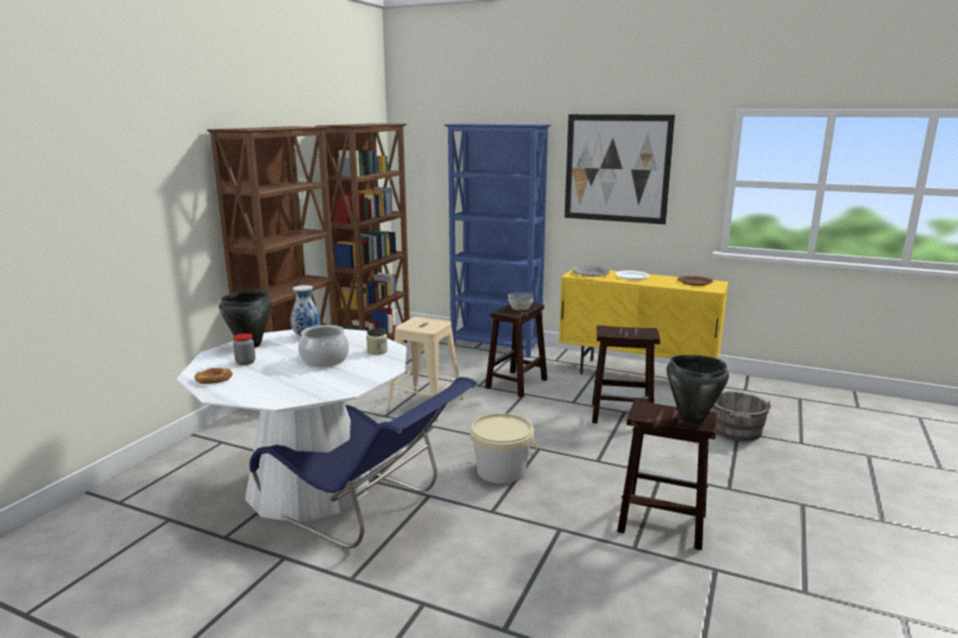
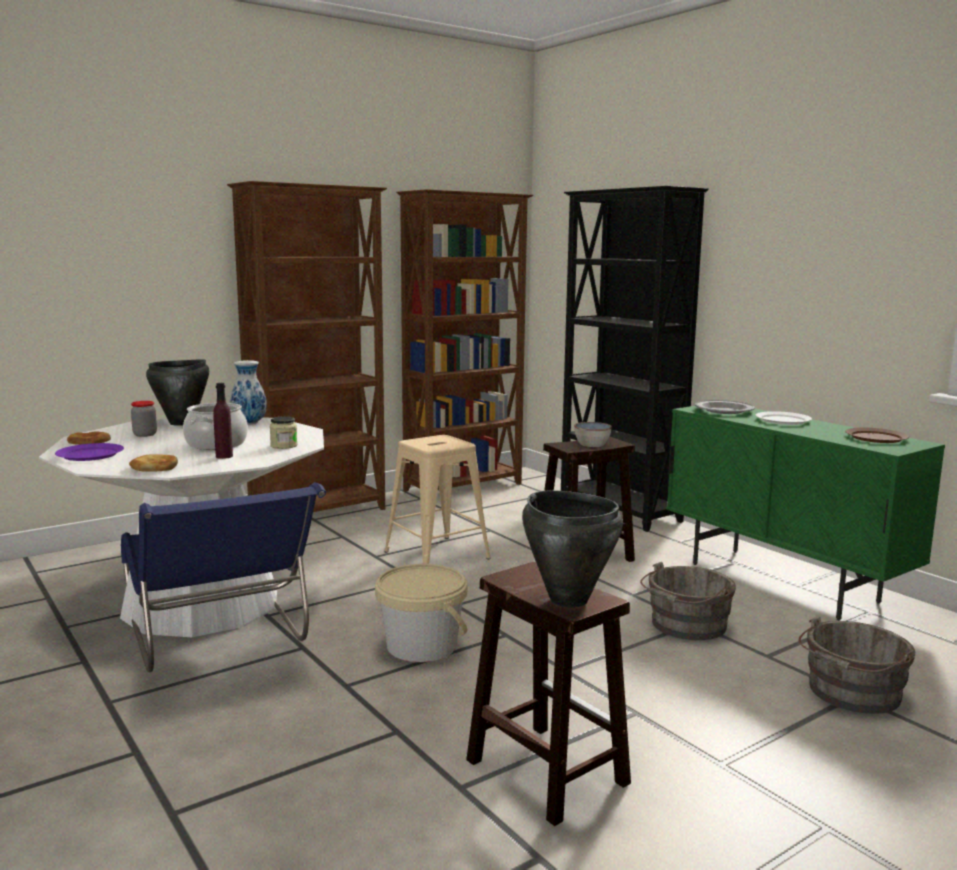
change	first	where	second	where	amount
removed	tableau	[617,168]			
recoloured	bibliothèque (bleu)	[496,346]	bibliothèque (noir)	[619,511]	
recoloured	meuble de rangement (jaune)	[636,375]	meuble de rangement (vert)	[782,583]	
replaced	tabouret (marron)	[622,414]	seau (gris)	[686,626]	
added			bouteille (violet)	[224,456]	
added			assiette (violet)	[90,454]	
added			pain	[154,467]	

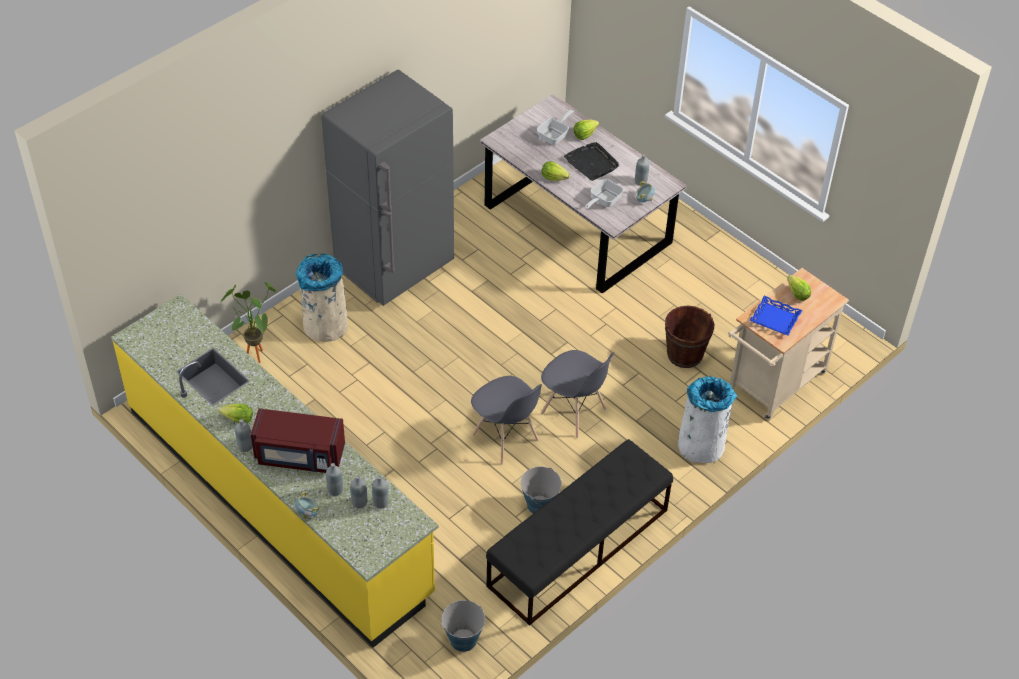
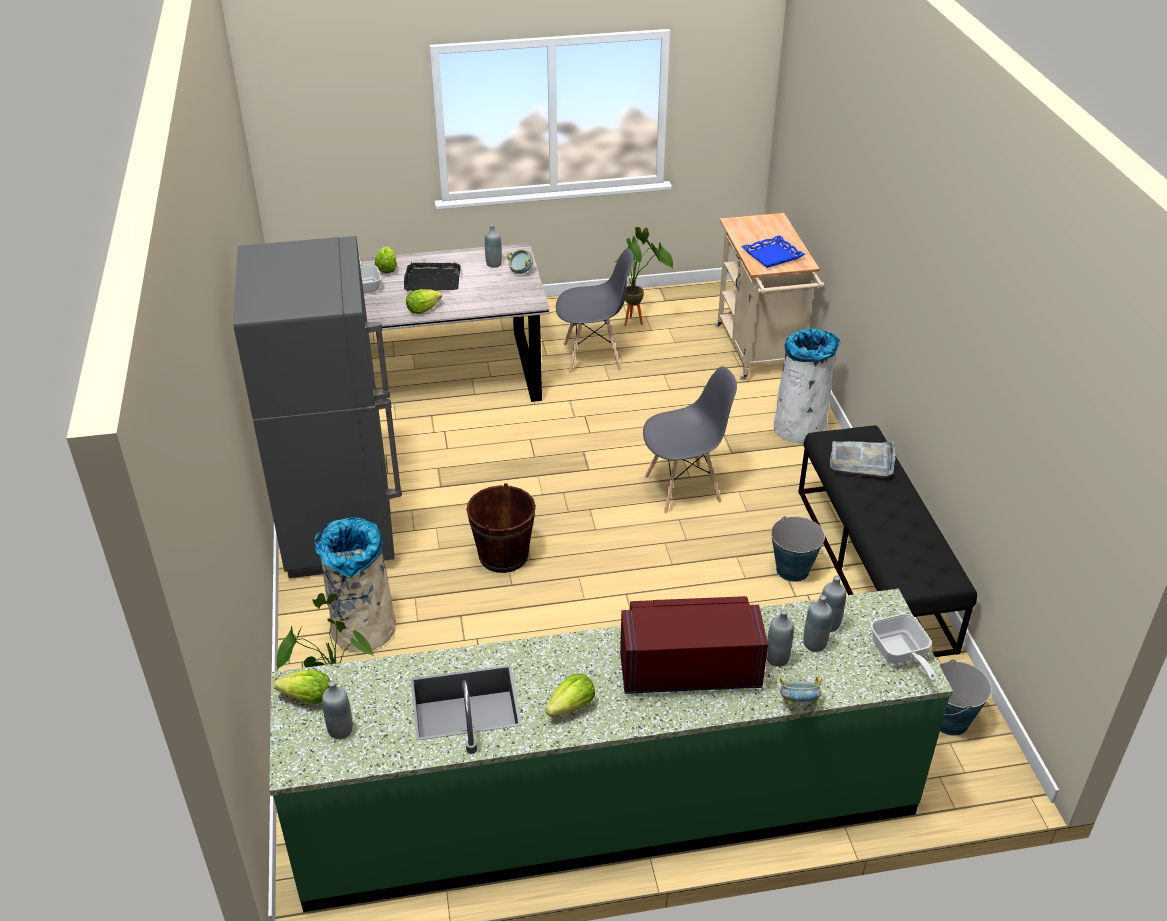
change	first	where	second	where	amount
moved	poêle	[603,201]		[900,656]	
moved	laitue	[797,294]		[308,698]	
recoloured	comptoir de cuisine (jaune)	[278,500]	comptoir de cuisine (vert)	[607,806]	
moved	seau (marron)	[685,354]		[503,555]	
moved	chaise (gris)	[505,438]		[592,357]	
turned	micro-ondes (rouge)	[299,455]		[689,669]	135 degrees counterclockwise
moved	bouteille (gris)	[245,446]		[340,730]	
added			plante en pot	[637,321]	
added			plateau (gris)	[862,460]	

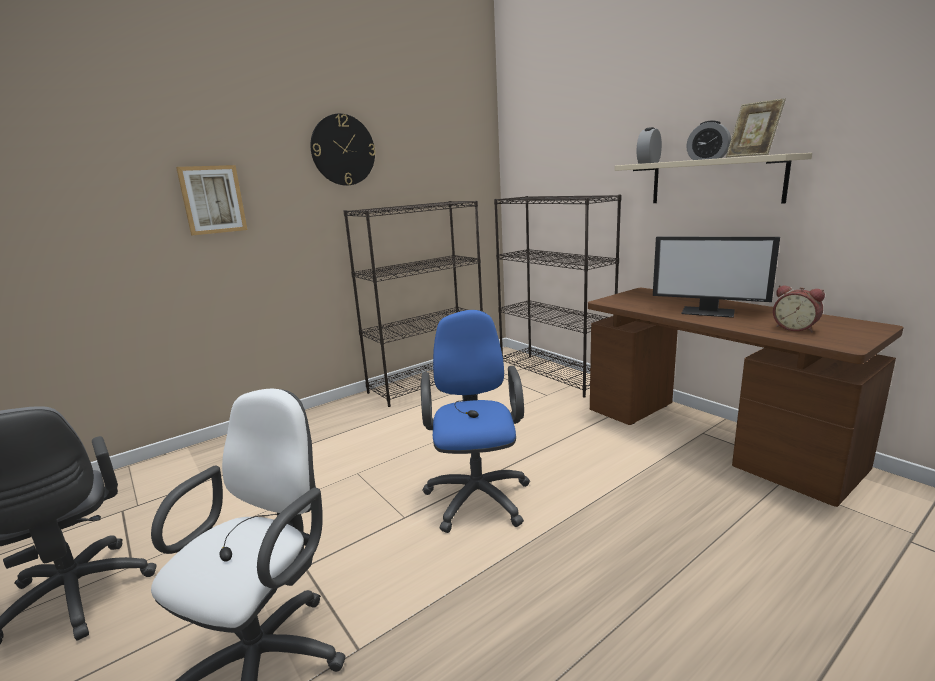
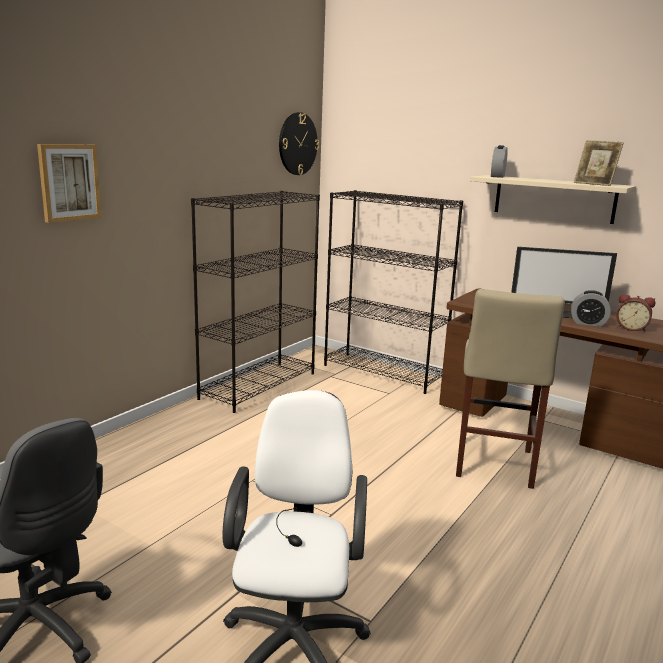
change	first	where	second	where	amount
moved	horloge murale	[343,150]		[297,144]	
moved	réveil	[707,159]		[588,323]	
removed	chaise de bureau (bleu)	[477,494]			
added			tabouret (beige)	[493,465]	

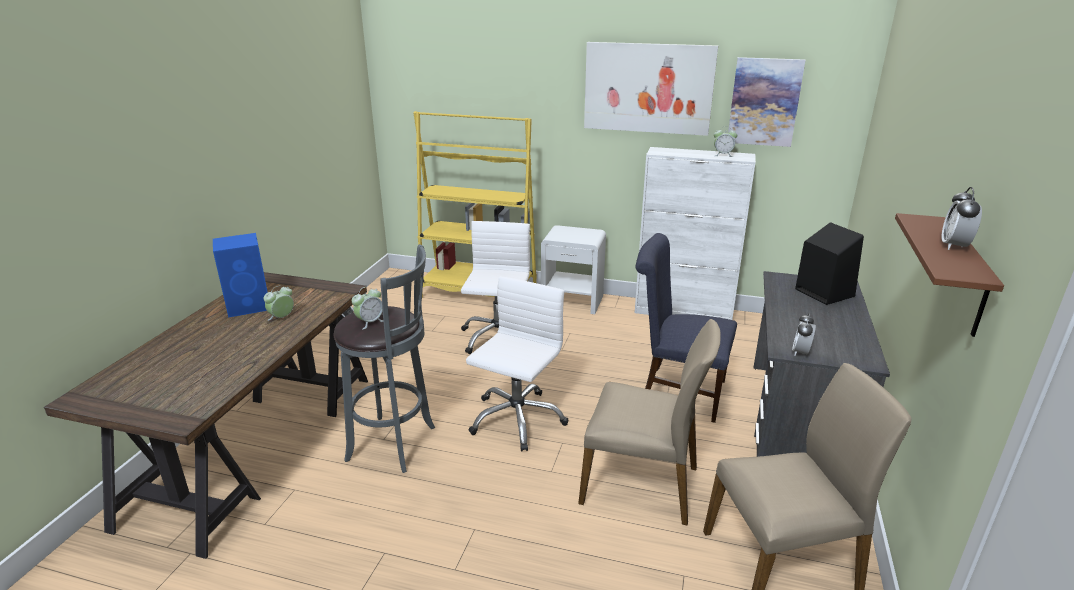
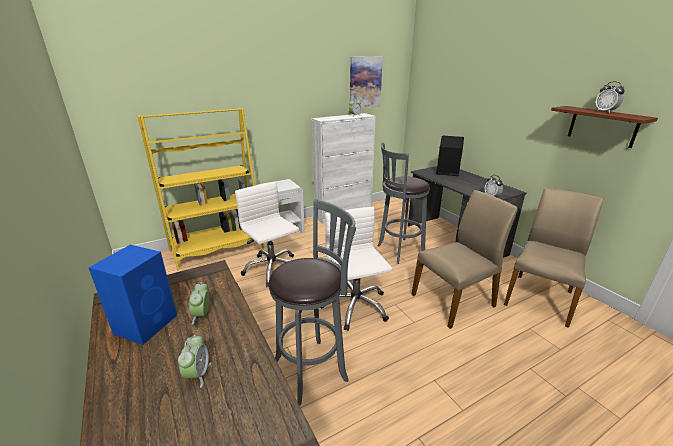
change	first	where	second	where	amount
removed	tableau	[648,88]			
replaced	chaise (bleu)	[676,392]	tabouret (gris)	[398,251]	
moved	réveil	[370,322]		[198,374]	

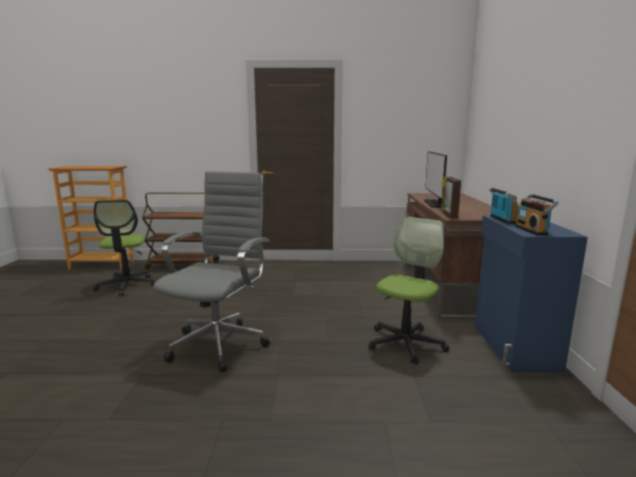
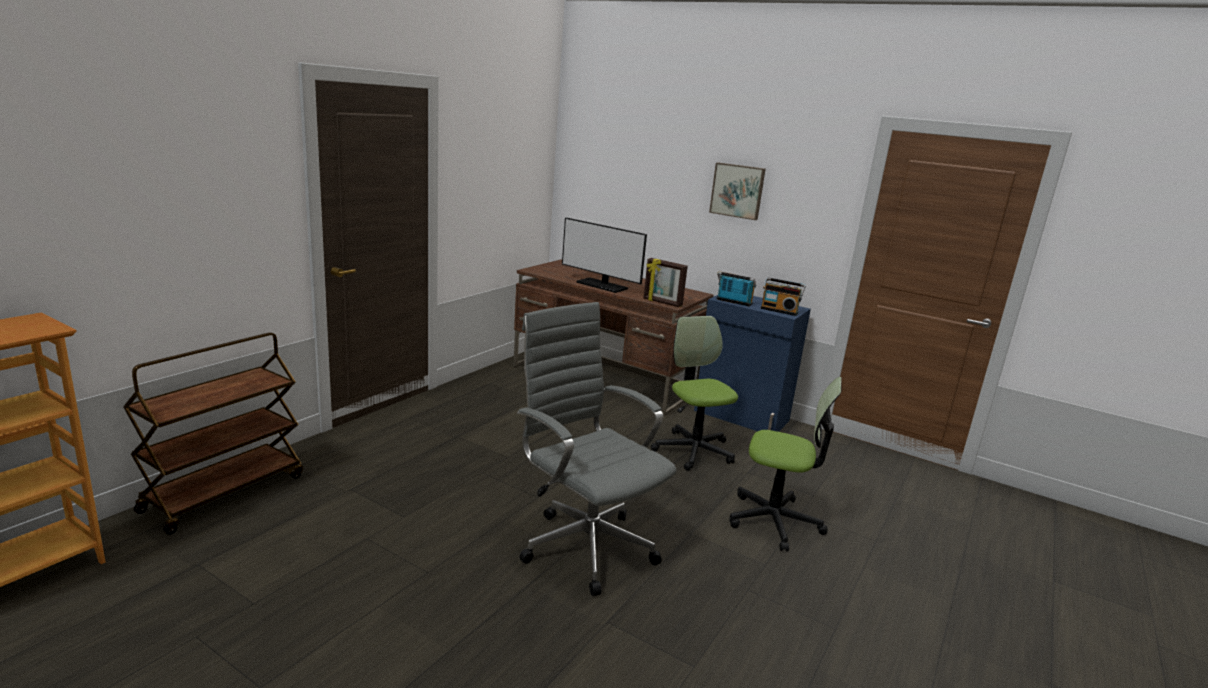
change	first	where	second	where	amount
moved	chaise de bureau	[127,285]		[774,521]	
added			tableau	[737,191]	

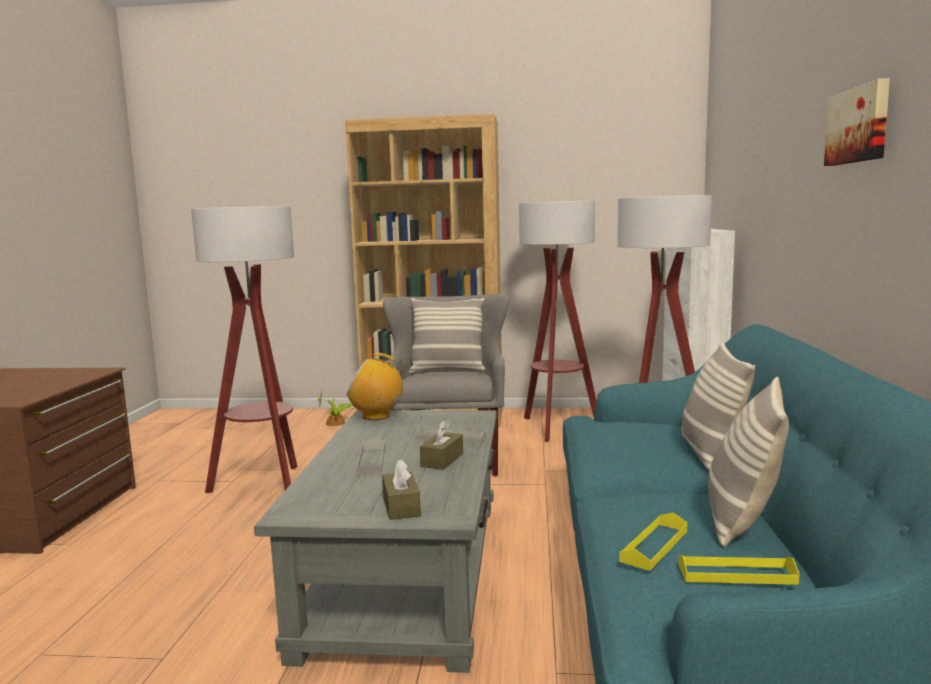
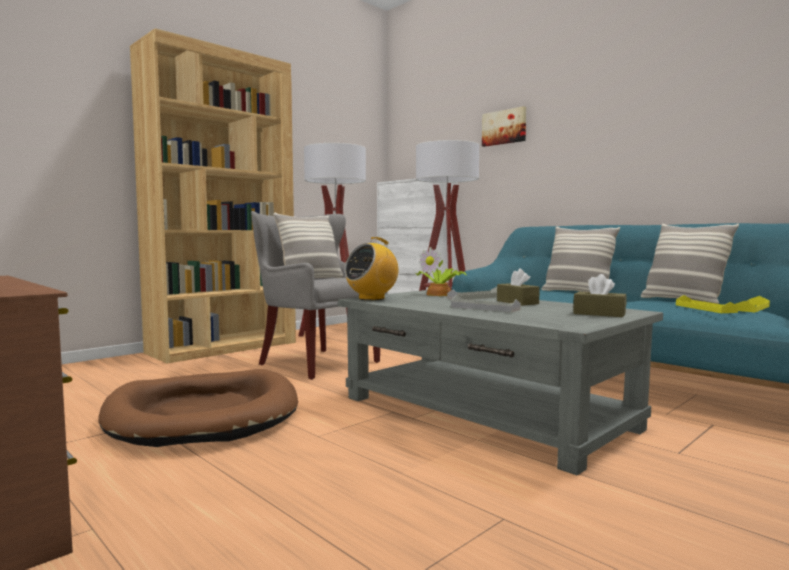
change	first	where	second	where	amount
moved	tableau	[859,125]		[504,127]	
replaced	lampadaire	[265,486]	panier pour chien (marron)	[203,415]	
moved	plante en pot	[336,423]		[440,294]	

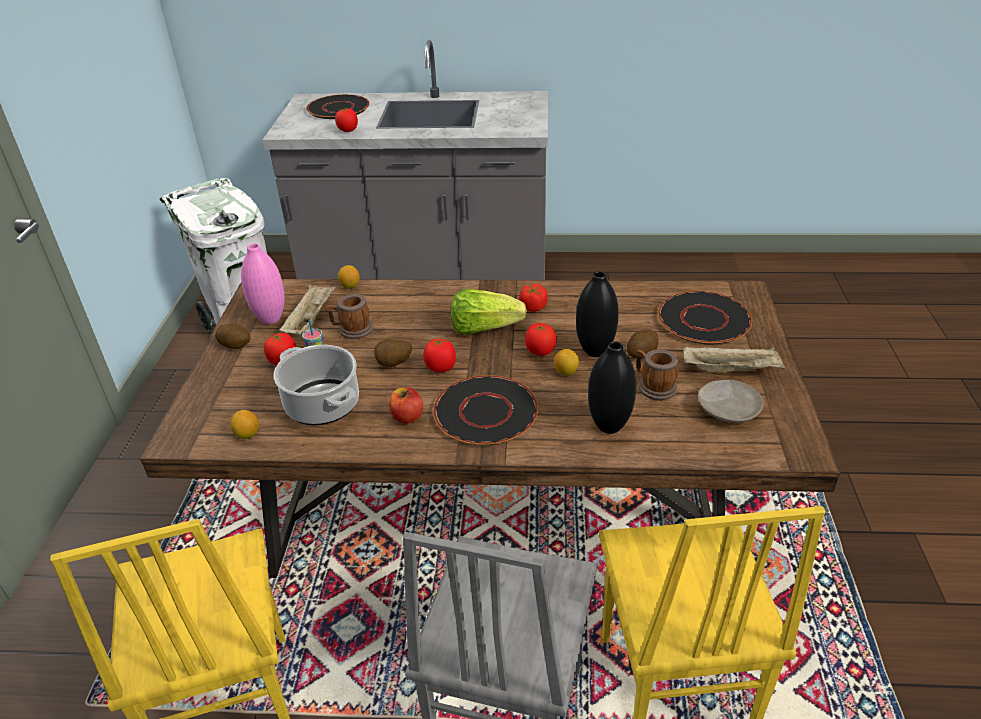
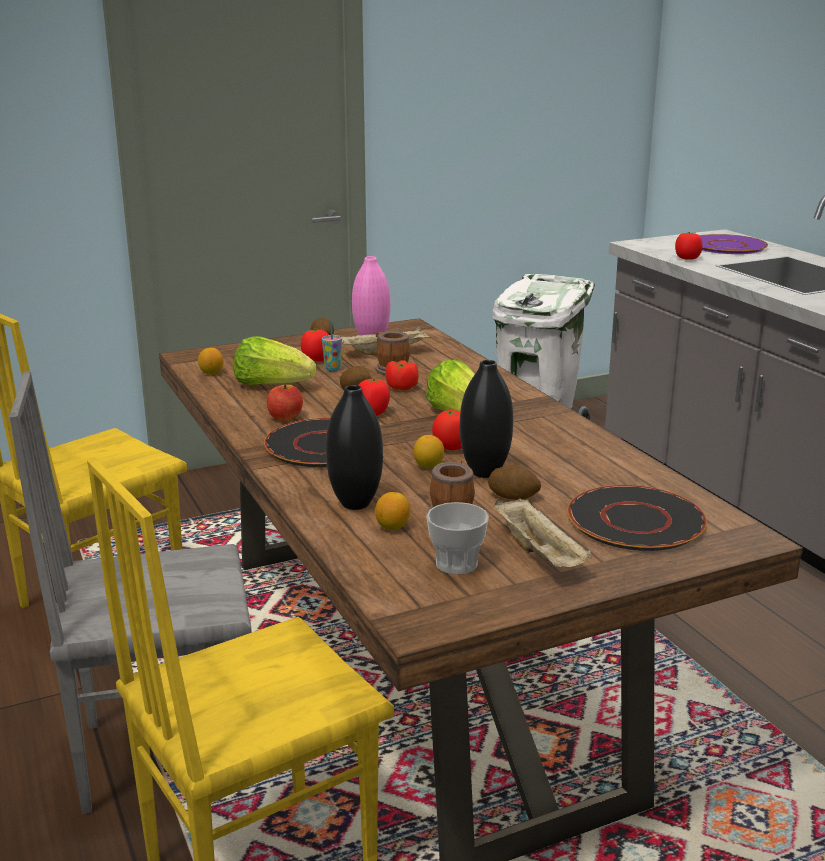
change	first	where	second	where	amount
recoloured	assiette (noir)	[338,108]	assiette (violet)	[727,246]	
moved	citron	[350,286]		[392,527]	
moved	tomate	[532,307]		[401,387]	
replaced	marmite	[321,404]	laitue	[272,385]	
replaced	assiette (beige)	[728,409]	tasse	[456,564]	

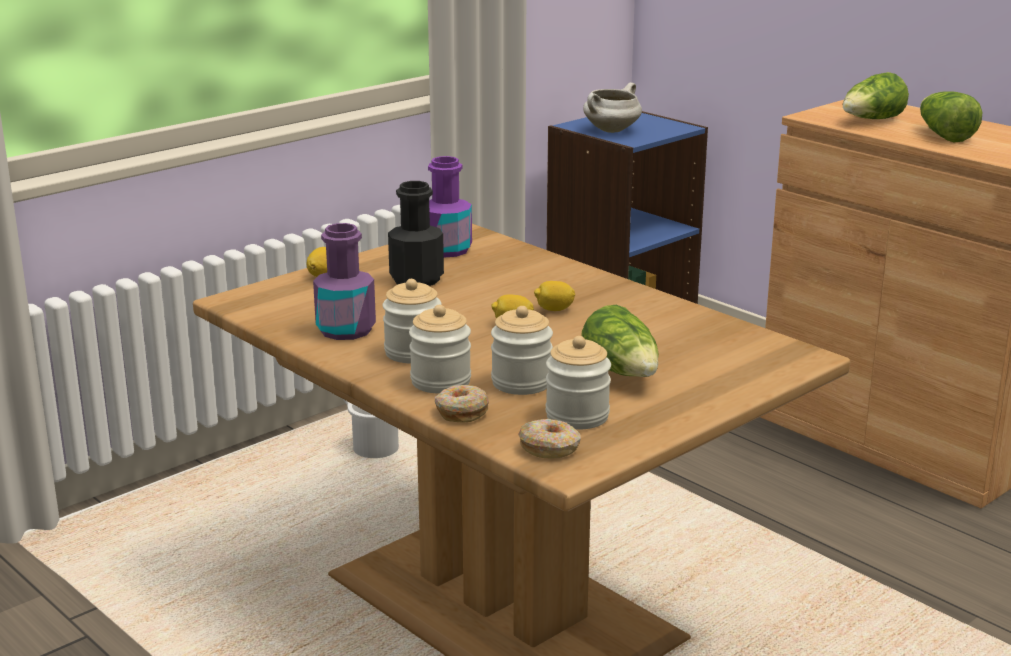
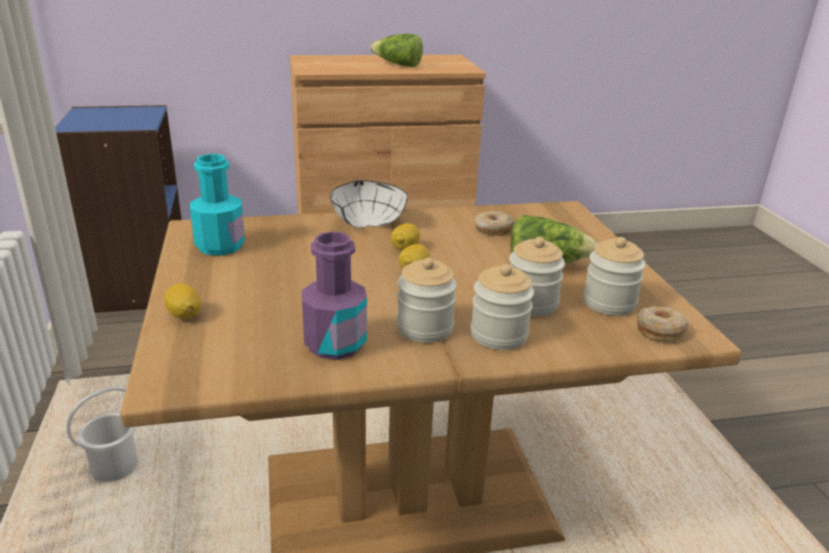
change	first	where	second	where	amount
removed	laitue	[872,121]			
removed	marmite (blanc)	[611,131]			
recoloured	bouteille (violet)	[446,250]	bouteille (turquoise)	[220,246]	
removed	bouteille (noir)	[416,279]			
moved	beignet	[461,412]		[493,229]	
added			bol (blanc)	[365,222]	

